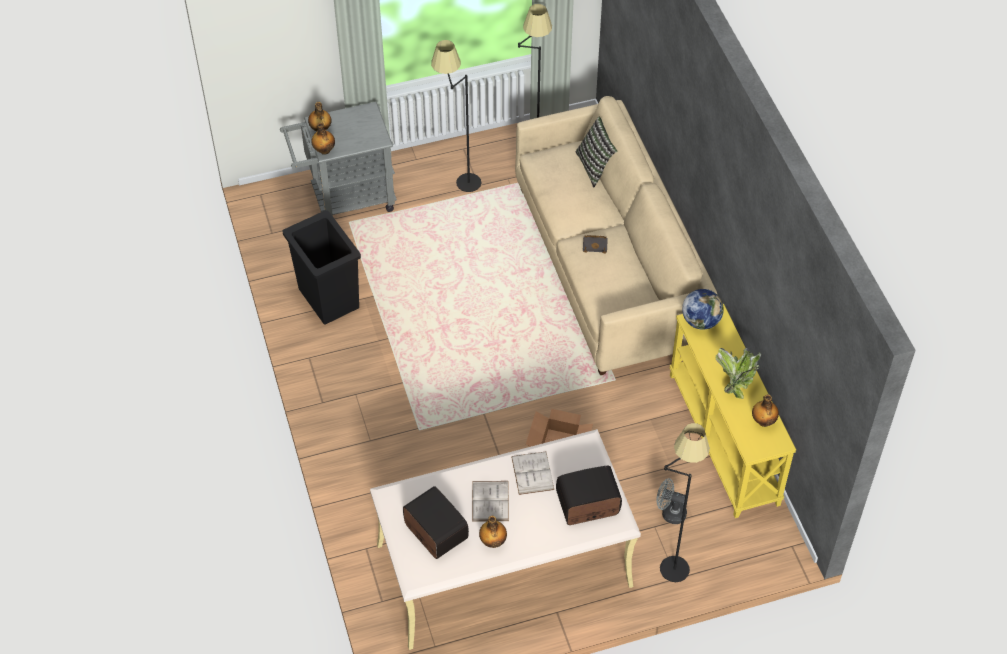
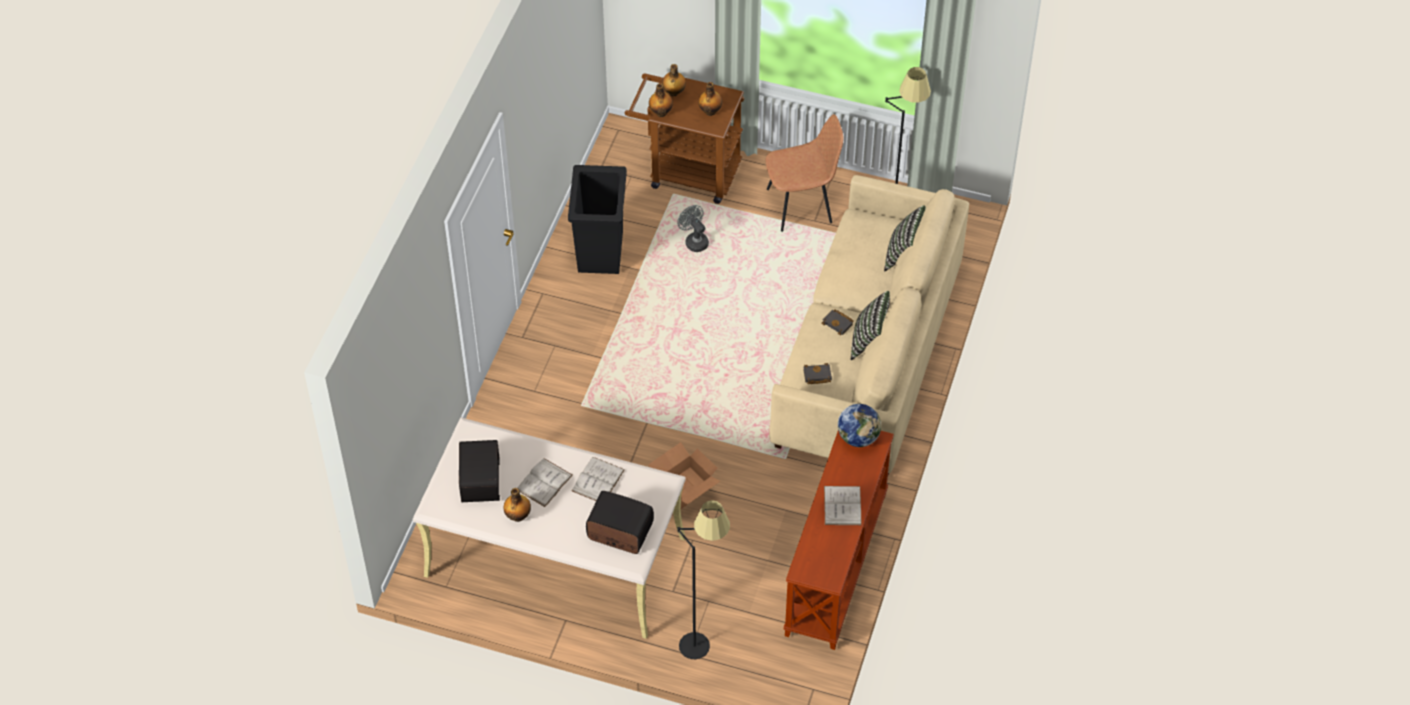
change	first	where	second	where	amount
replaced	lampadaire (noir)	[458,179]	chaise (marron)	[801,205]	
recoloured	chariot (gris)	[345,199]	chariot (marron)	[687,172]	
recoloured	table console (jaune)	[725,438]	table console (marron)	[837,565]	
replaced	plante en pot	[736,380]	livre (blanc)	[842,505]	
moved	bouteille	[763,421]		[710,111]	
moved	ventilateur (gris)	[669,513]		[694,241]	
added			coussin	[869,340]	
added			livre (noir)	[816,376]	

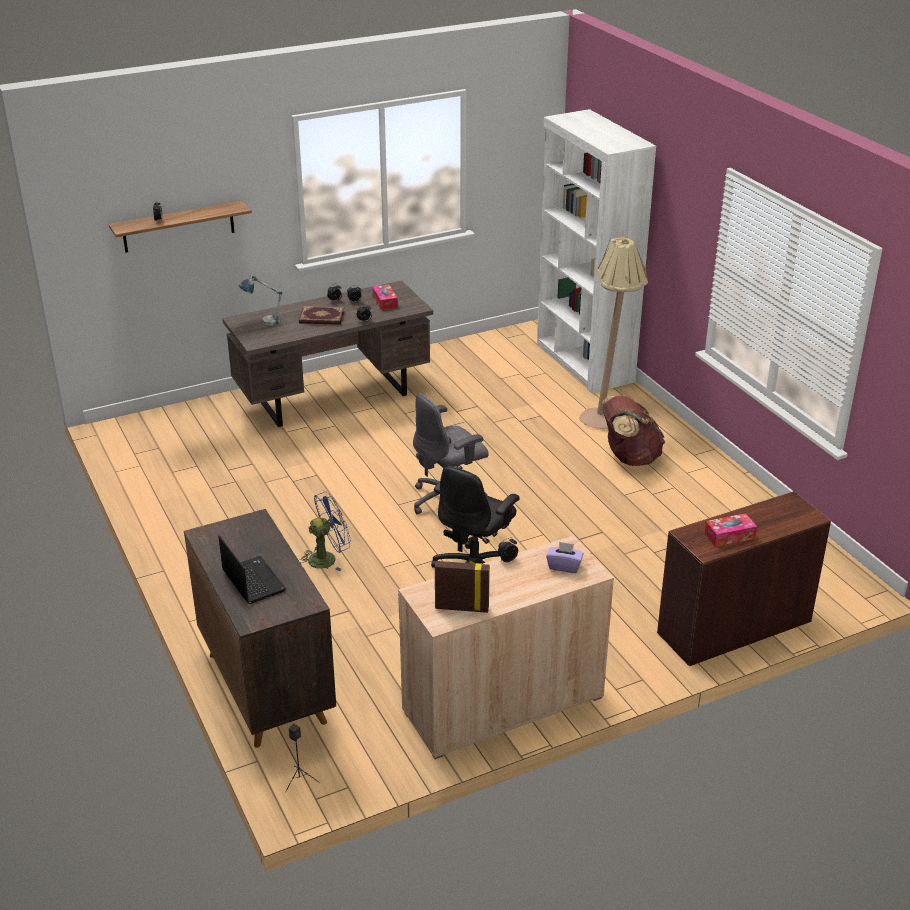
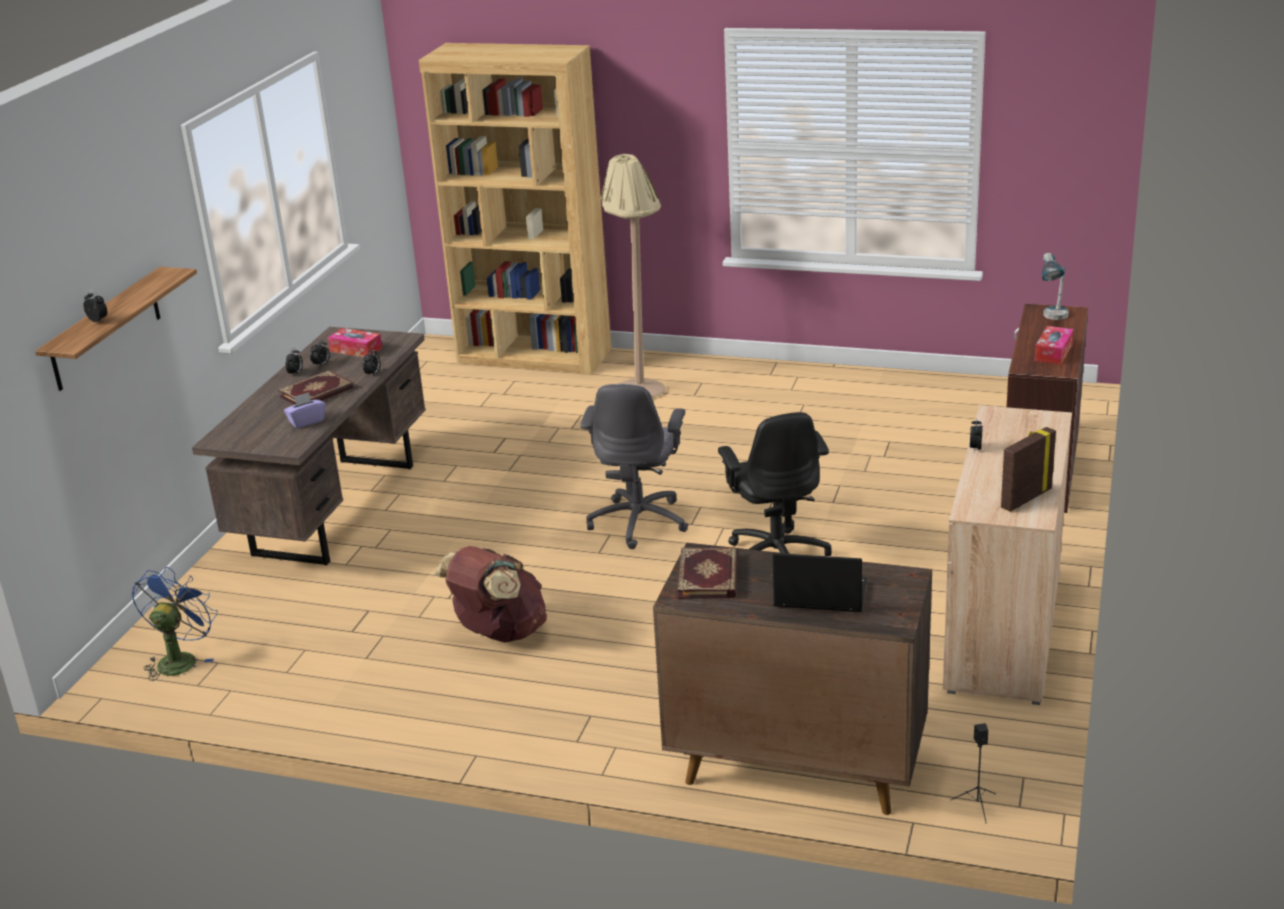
change	first	where	second	where	amount
recoloured	bibliothèque (blanc)	[584,363]	bibliothèque (marron)	[534,356]	
moved	lampe de table	[263,322]		[1053,319]	
moved	sac à dos (marron)	[629,458]		[498,633]	
moved	ventilateur (bleu)	[327,558]		[180,659]	
moved	boîte à mouchoirs (violet)	[564,566]		[306,421]	
added			livre	[709,576]	

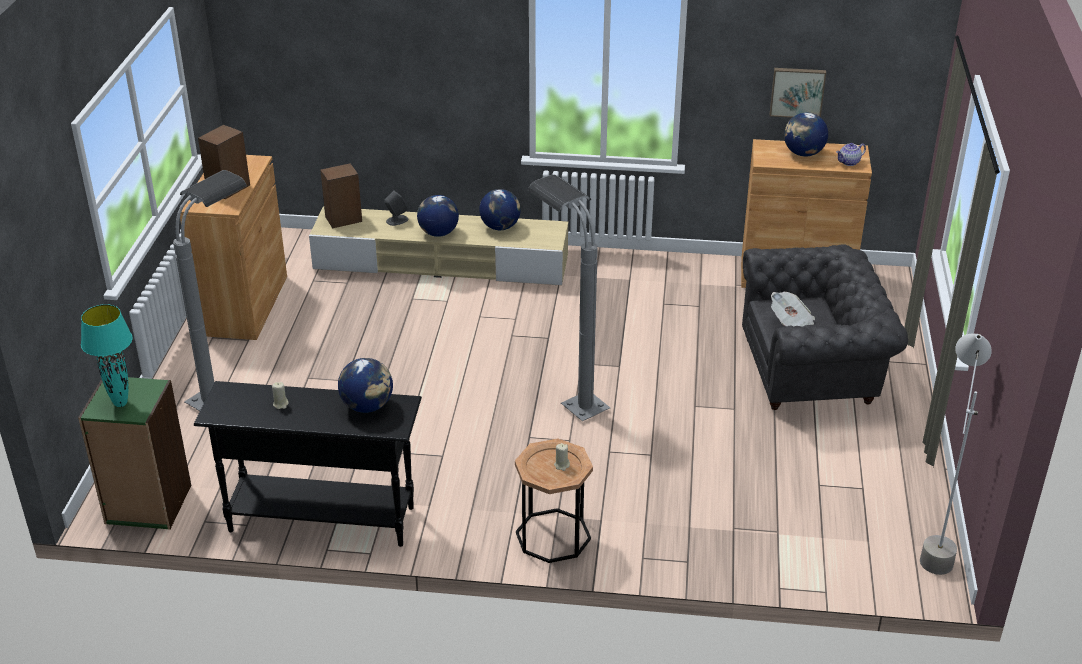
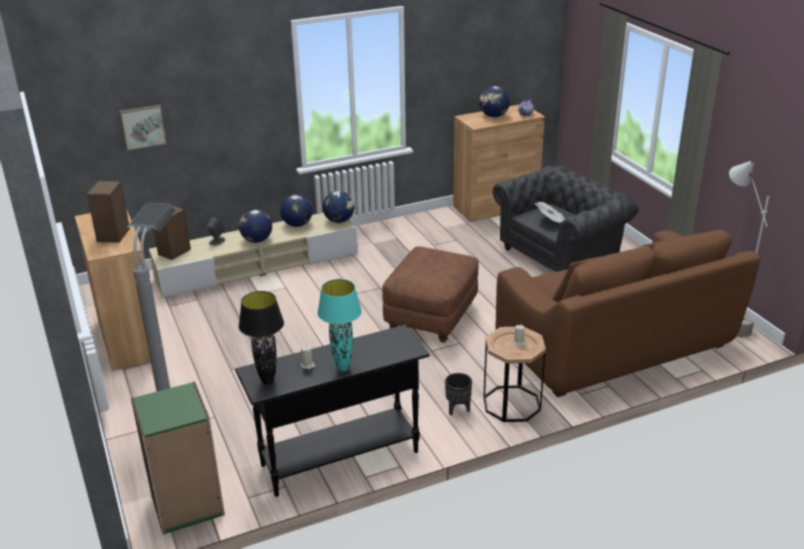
change	first	where	second	where	amount
moved	tableau	[797,92]		[143,127]	
replaced	lampadaire (gris)	[569,396]	pouf (marron)	[431,317]	
moved	lampe de table (turquoise)	[120,403]		[343,368]	
moved	globe	[367,406]		[339,221]	
added			canapé (marron)	[614,345]	
added			lampe de table (noir)	[268,381]	
added			cache-pot (noir)	[457,409]	

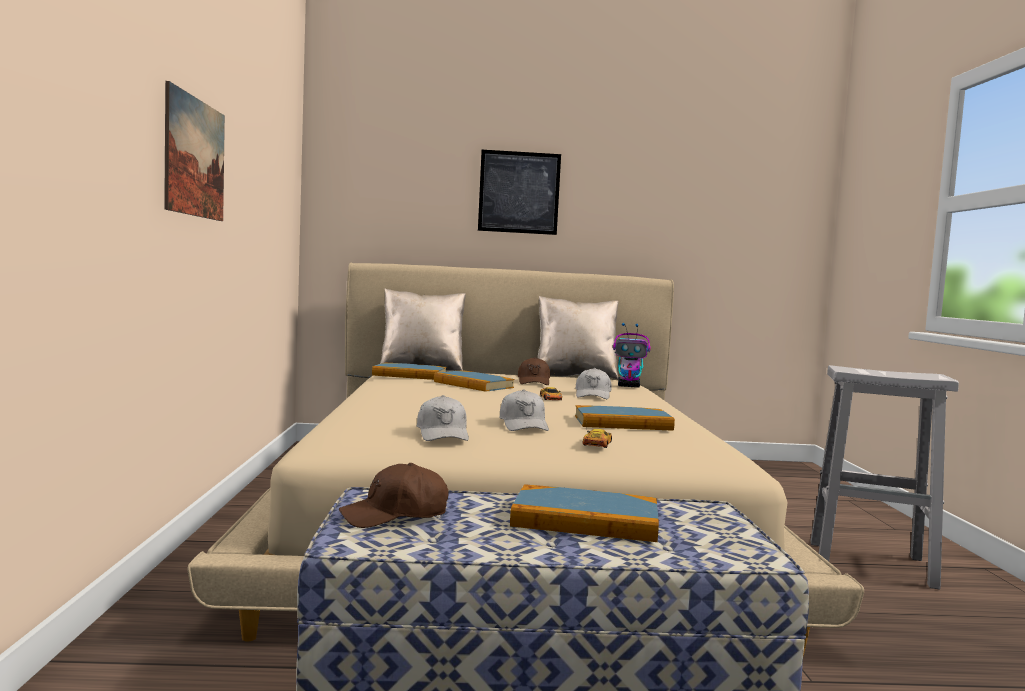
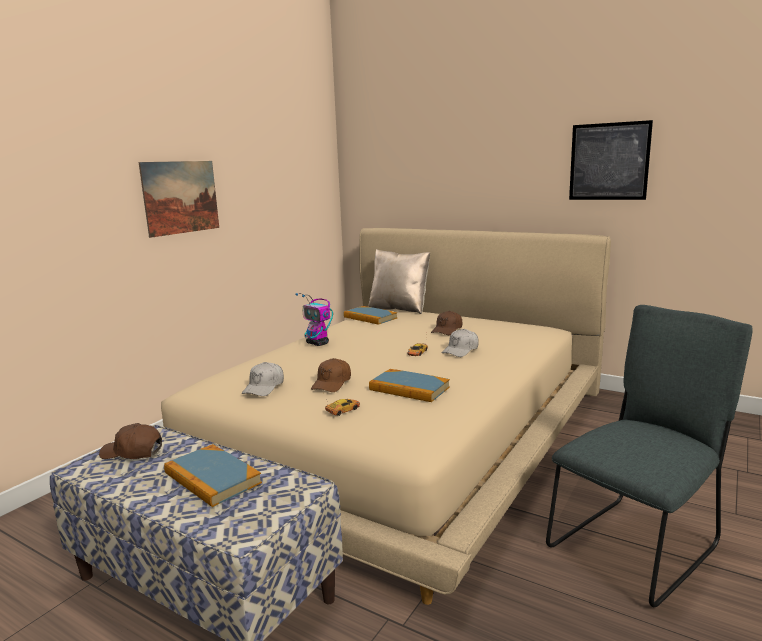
change	first	where	second	where	amount
moved	tableau	[519,192]		[609,161]	
removed	coussin (beige)	[575,376]			
moved	robot jouet	[629,386]		[318,343]	
replaced	tabouret (blanc)	[872,564]	chaise (gris)	[637,544]	
removed	livre	[473,385]			
recoloured	casquette (blanc)	[523,425]	casquette (marron)	[332,383]	

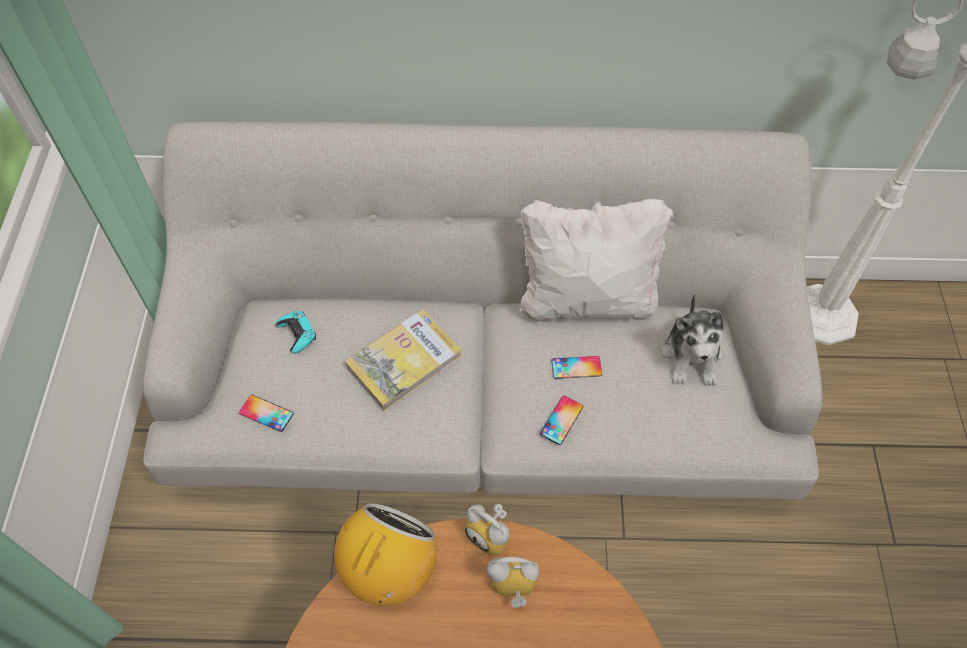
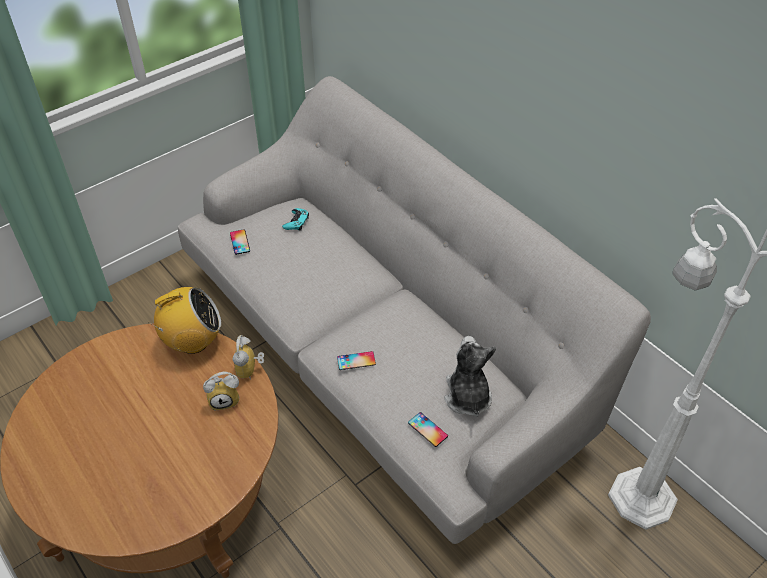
change	first	where	second	where	amount
removed	coussin (blanc)	[586,302]			
turned	peluche	[691,356]		[467,396]	120 degrees clockwise
removed	livre	[404,362]			
moved	téléphone	[576,367]		[427,429]	
turned	réveil	[512,591]		[225,399]	120 degrees clockwise

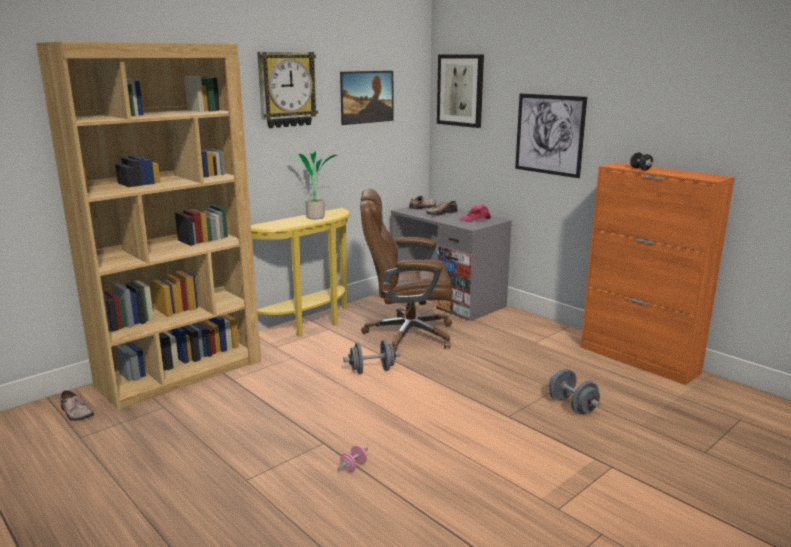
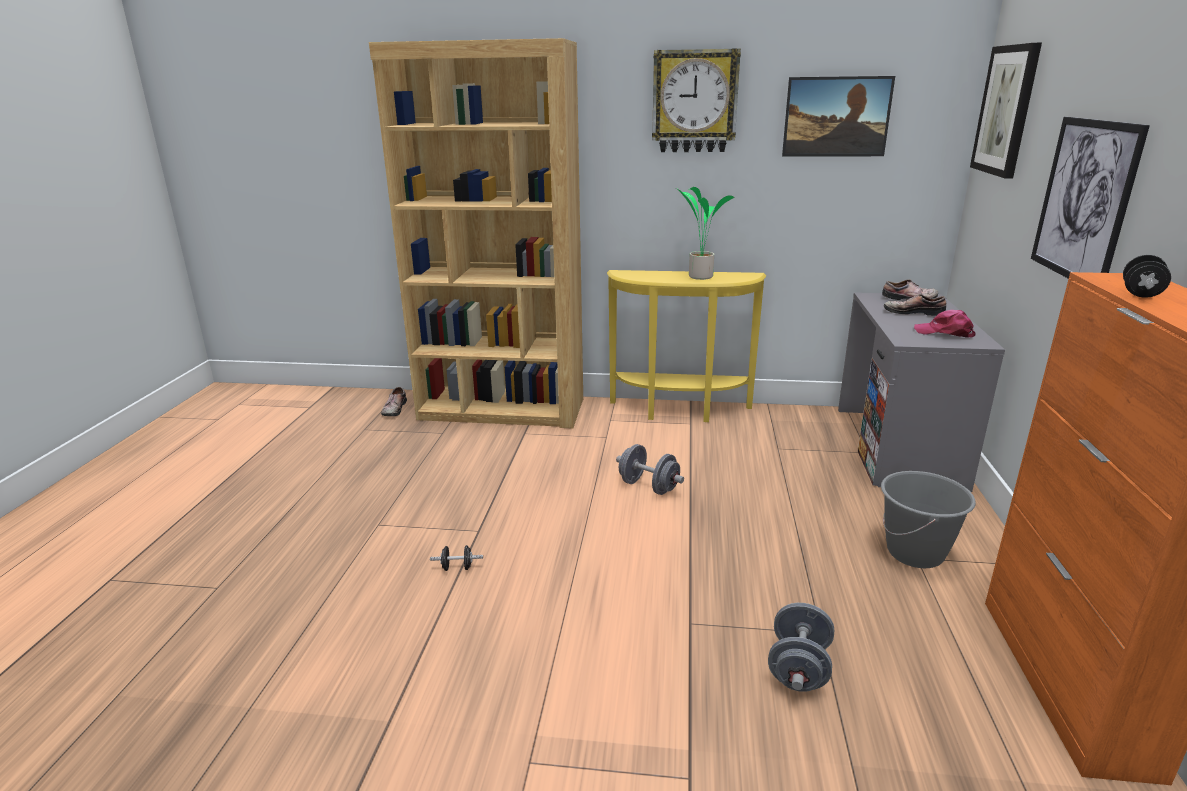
change	first	where	second	where	amount
removed	chaise de bureau (marron)	[407,335]			
recoloured	haltère (rose)	[353,466]	haltère (noir)	[457,568]	
added			seau (gris)	[915,553]	

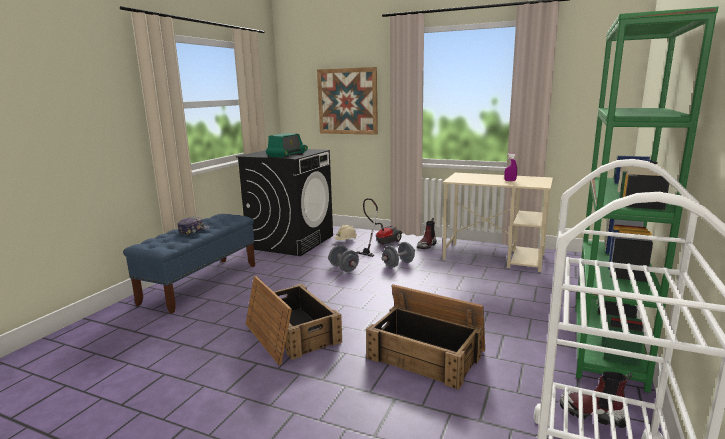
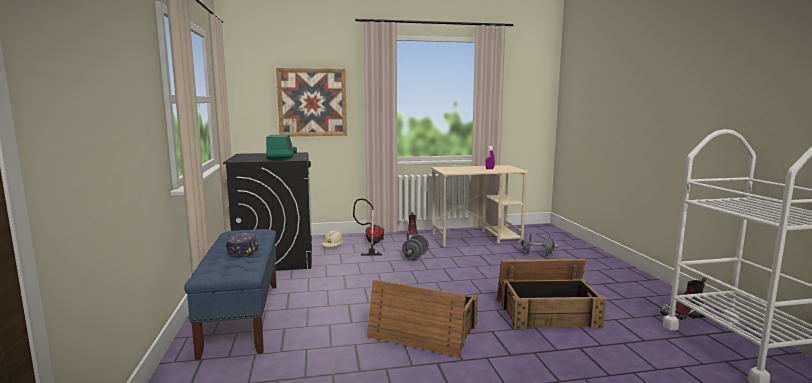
change	first	where	second	where	amount
removed	bibliothèque (vert)	[607,345]			
moved	haltère (gris)	[344,268]		[537,254]	

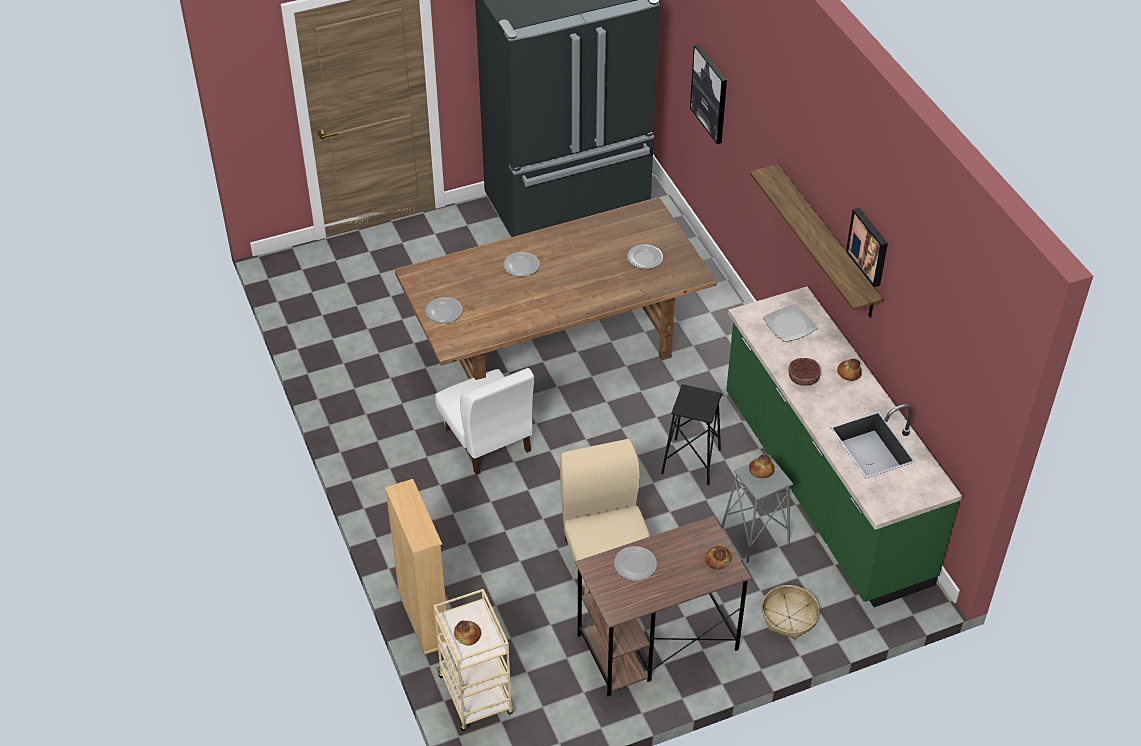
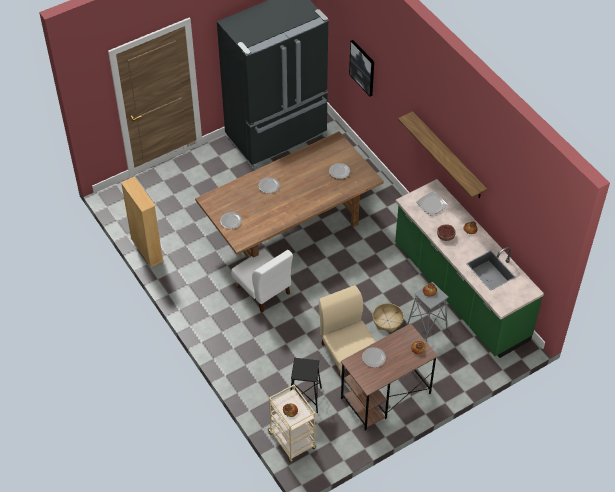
change	first	where	second	where	amount
removed	tableau	[869,246]			
moved	tabouret (noir)	[691,462]		[304,399]	
moved	bibliothèque (beige)	[424,617]		[147,250]	
moved	panier	[789,617]		[387,320]	

